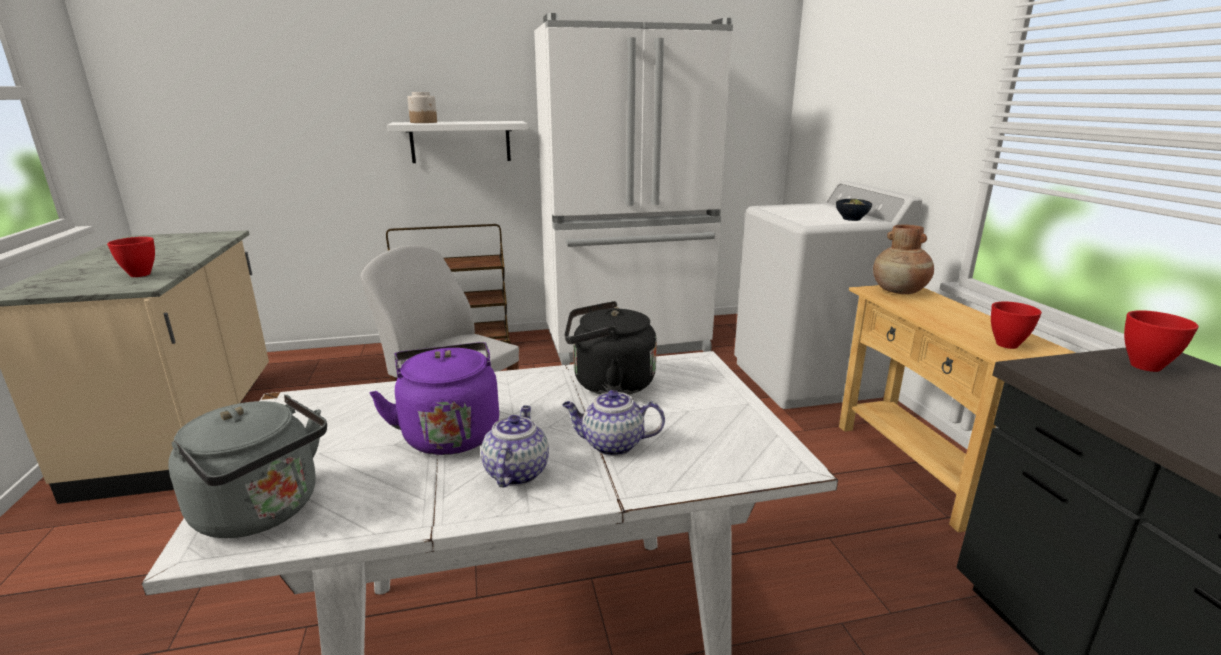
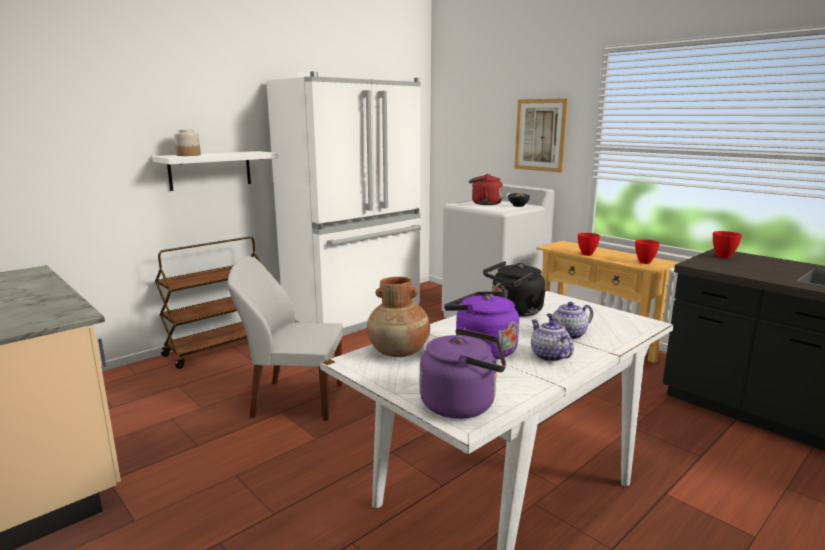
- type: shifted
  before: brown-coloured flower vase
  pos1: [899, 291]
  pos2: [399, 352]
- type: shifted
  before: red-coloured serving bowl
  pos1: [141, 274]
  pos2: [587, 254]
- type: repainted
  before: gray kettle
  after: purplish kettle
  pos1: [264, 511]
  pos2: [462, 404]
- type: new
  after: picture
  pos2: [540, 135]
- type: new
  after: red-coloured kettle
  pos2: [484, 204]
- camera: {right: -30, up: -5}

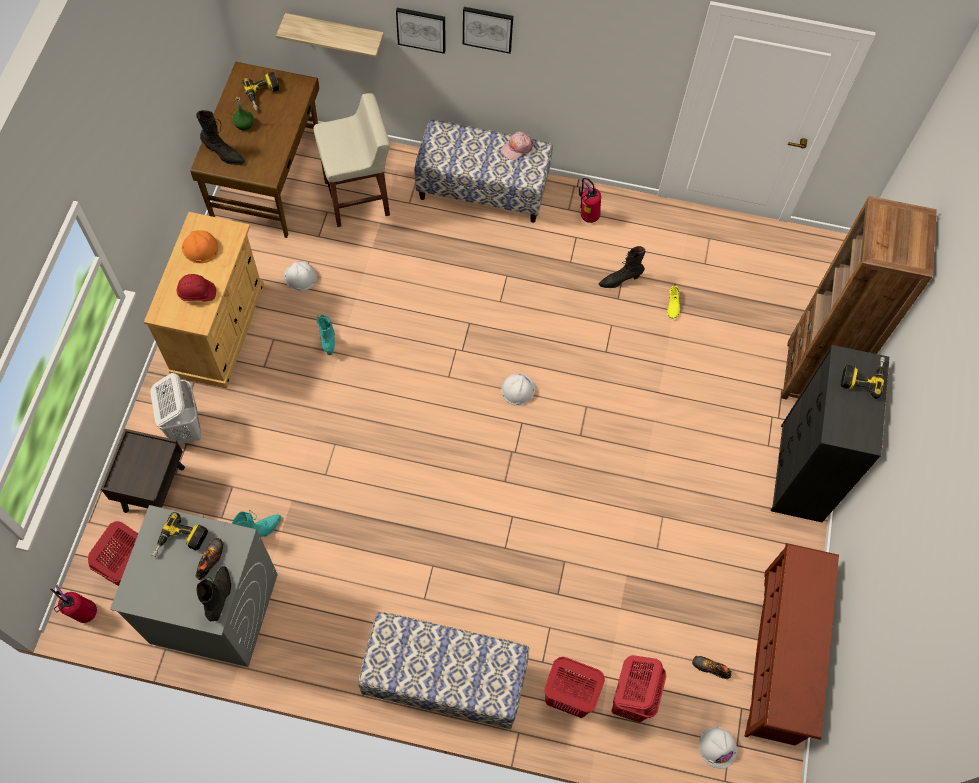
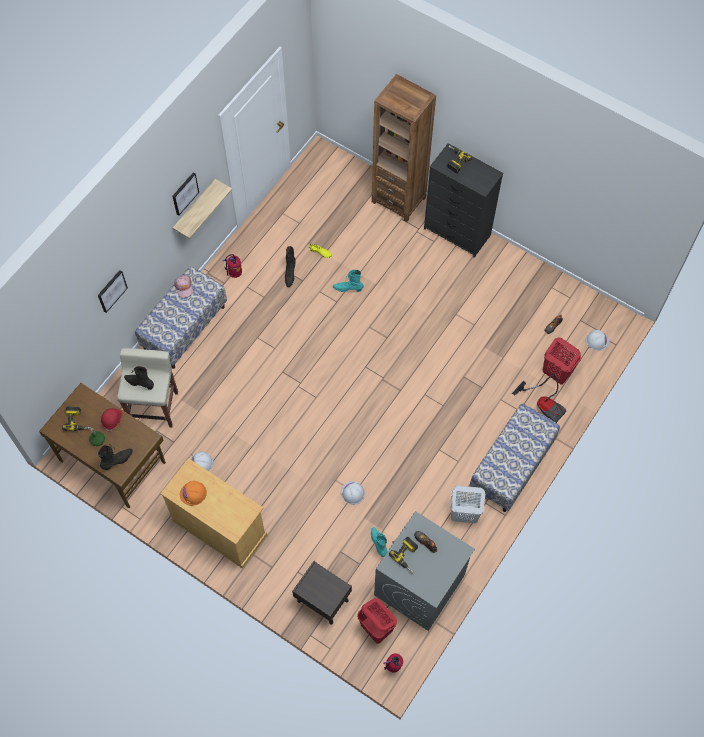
- type: shifted
  before: picture
  pos1: [488, 28]
  pos2: [184, 193]
- type: shifted
  before: shelf
  pos1: [335, 34]
  pos2: [195, 209]
- type: shifted
  before: red-coloured hard hat
  pos1: [197, 293]
  pos2: [112, 420]
- type: shifted
  before: blue-green high-top boot
  pos1: [328, 338]
  pos2: [348, 288]
- type: shifted
  before: white hamper
  pos1: [185, 428]
  pos2: [463, 514]
- type: shifted
  before: white hard hat
  pos1: [518, 389]
  pos2: [352, 493]
- type: gone
  before: brown-coloured shoe shelf
  pos1: [781, 658]
- type: shifted
  before: black-coloured high-top boot
  pos1: [220, 596]
  pos2: [140, 383]
- type: swapped
  before: red-coloured hamper
  after: vacuum cleaner
  pos1: [567, 697]
  pos2: [544, 405]
- camera: {right: -65, up: 0}

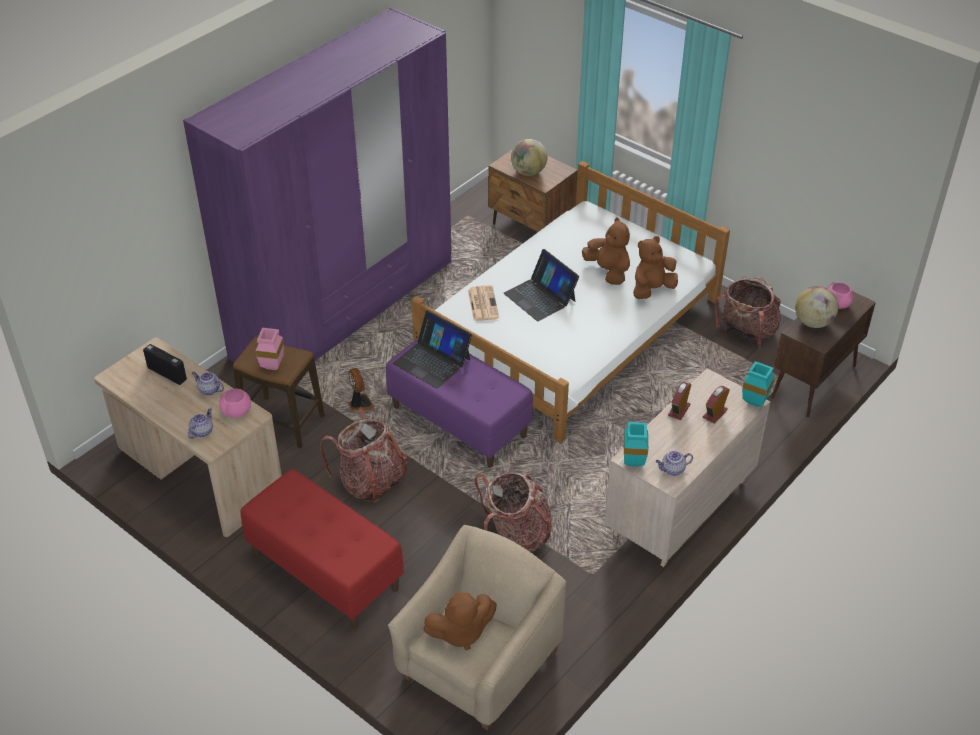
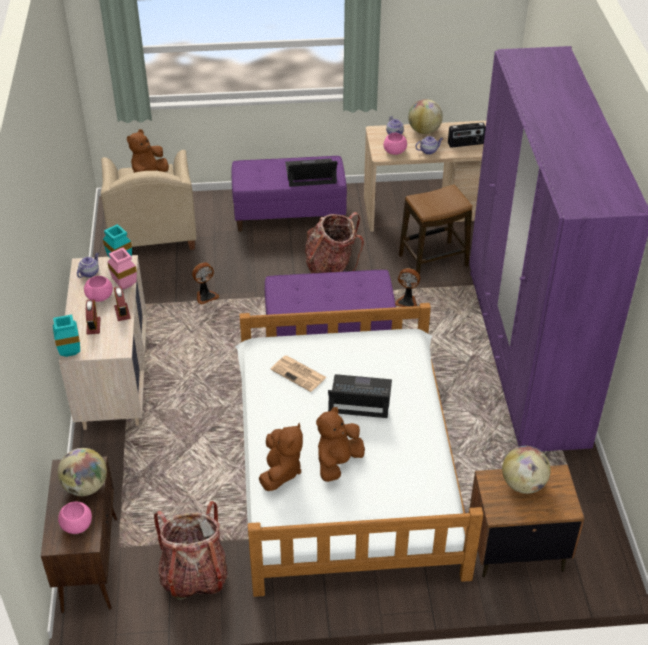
- type: rotated
  before: brown-coloured plush toy
  pos1: [608, 271]
  pos2: [338, 462]
  turn: 120
- type: shifted
  before: daily paper
  pos1: [482, 303]
  pos2: [299, 374]
- type: shifted
  before: portable computer
  pos1: [432, 361]
  pos2: [310, 173]
- type: shifted
  before: pink flower vase
  pos1: [273, 367]
  pos2: [123, 285]
- type: repainted
  before: red-coloured indoor bench
  after: purplish indoor bench
  pos1: [324, 570]
  pos2: [289, 214]
- type: swapped
  before: backpack
  after: cooling fan
  pos1: [516, 534]
  pos2: [205, 296]
- type: new
  after: desk globe
  pos2: [424, 131]
- type: new
  after: pink serving bowl
  pos2: [100, 297]
- camera: {right: 135, up: 0}

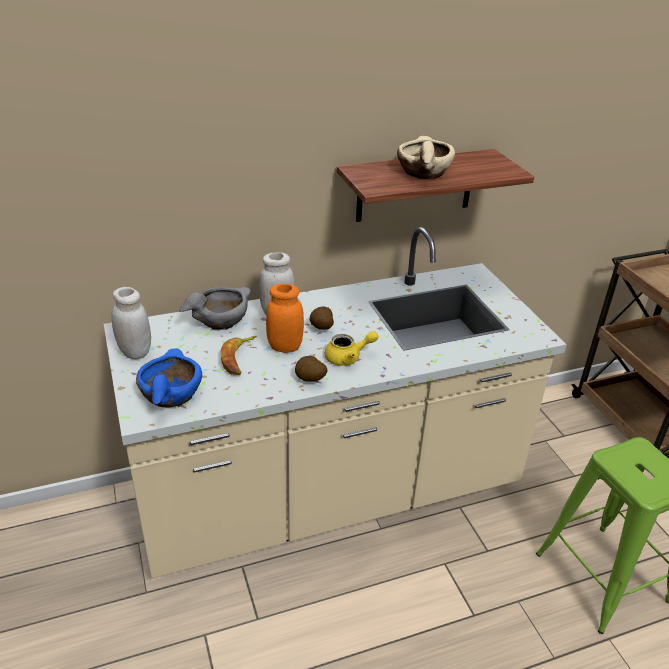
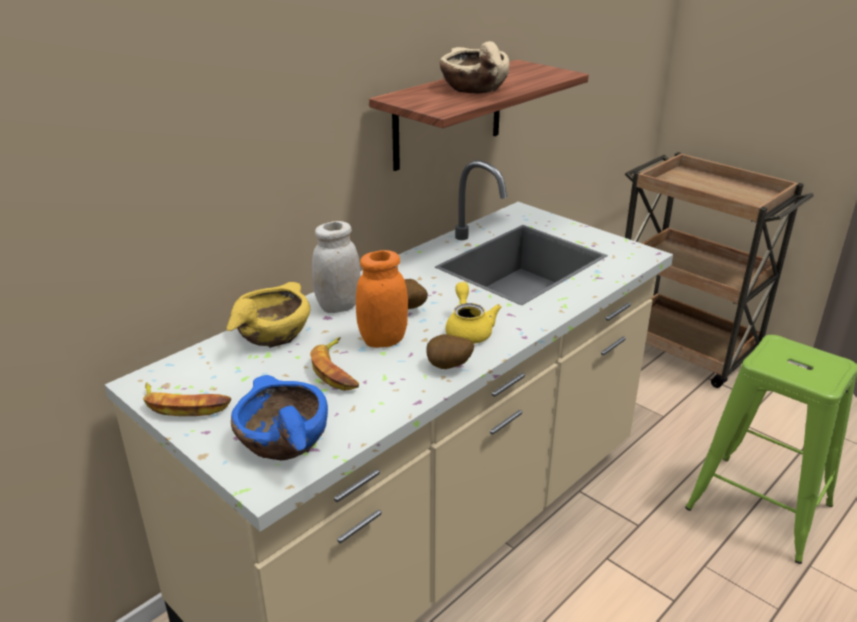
- type: swapped
  before: white storage jar
  after: whole banana
  pos1: [135, 352]
  pos2: [185, 405]
- type: repainted
  before: gray serving bowl
  after: yellowish serving bowl
  pos1: [221, 319]
  pos2: [272, 333]
- type: rotated
  before: yellowish teapot
  pos1: [348, 357]
  pos2: [468, 330]
  turn: -60
- camera: {right: -25, up: -5}

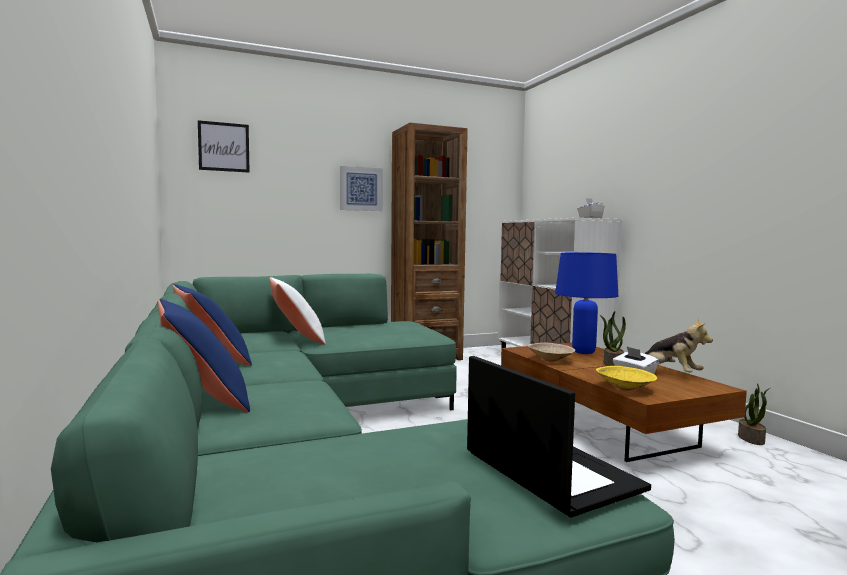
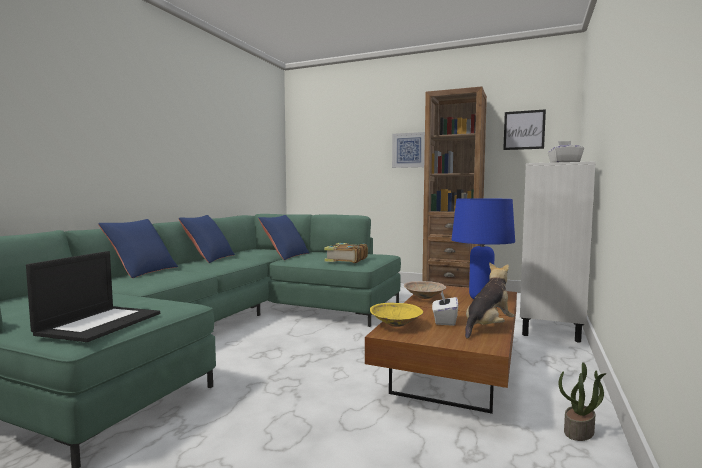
- type: shifted
  before: picture
  pos1: [224, 147]
  pos2: [524, 130]
- type: repainted
  before: white throw pillow
  after: blue-coloured throw pillow
  pos1: [296, 339]
  pos2: [285, 256]
- type: gone
  before: houseplant
  pos1: [612, 364]
- type: rotated
  before: plush toy
  pos1: [669, 374]
  pos2: [487, 327]
  turn: -135
- type: new
  after: volume
  pos2: [345, 260]
- camera: {right: 45, up: 0}

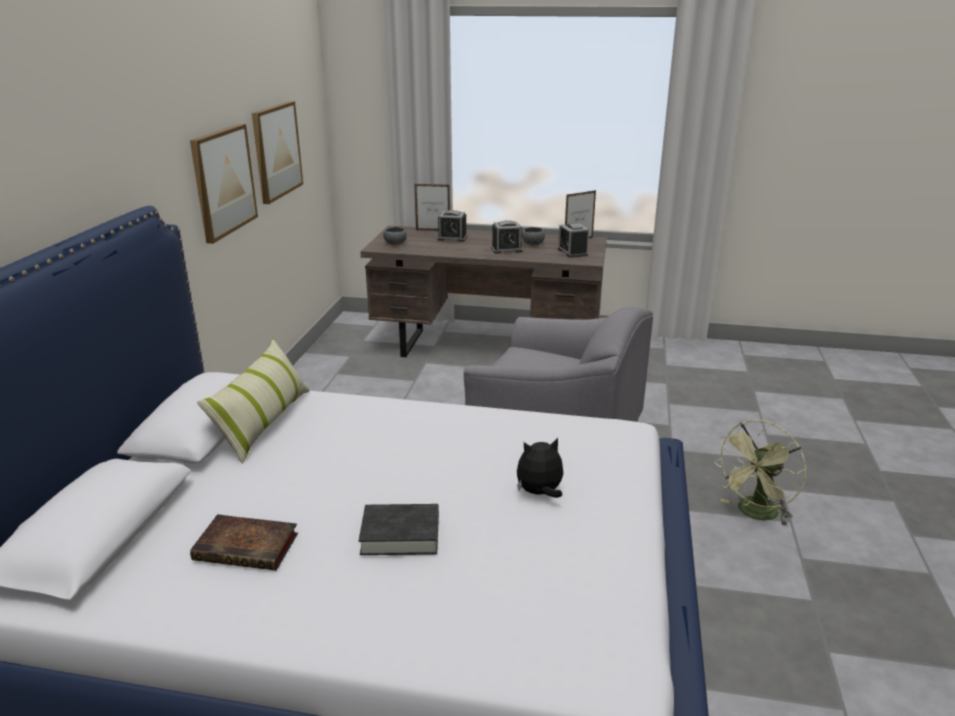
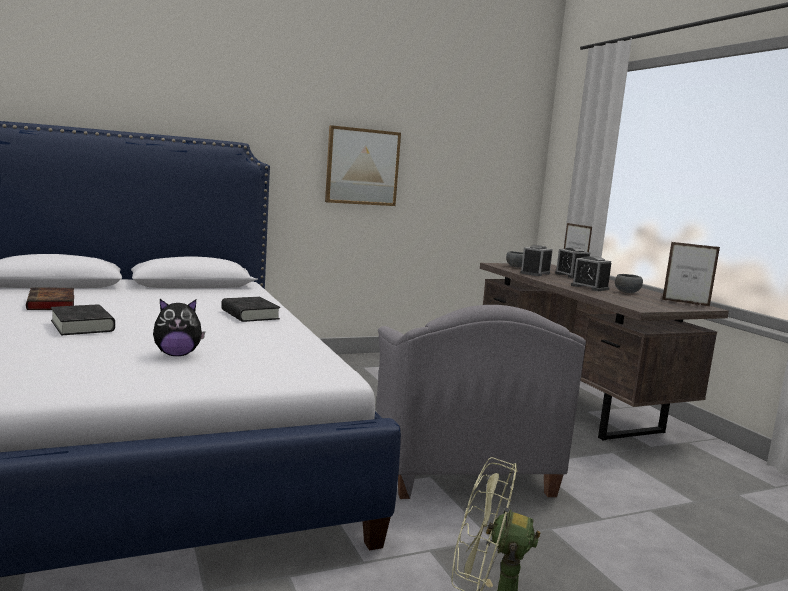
- type: gone
  before: picture
  pos1: [276, 151]
- type: shifted
  before: table clock
  pos1: [572, 252]
  pos2: [535, 273]
- type: gone
  before: throw pillow
  pos1: [264, 422]
- type: rotated
  before: plush toy
  pos1: [540, 493]
  pos2: [177, 354]
  turn: 120
- type: new
  after: black-coloured volume
  pos2: [250, 314]
- camera: {right: 55, up: -15}

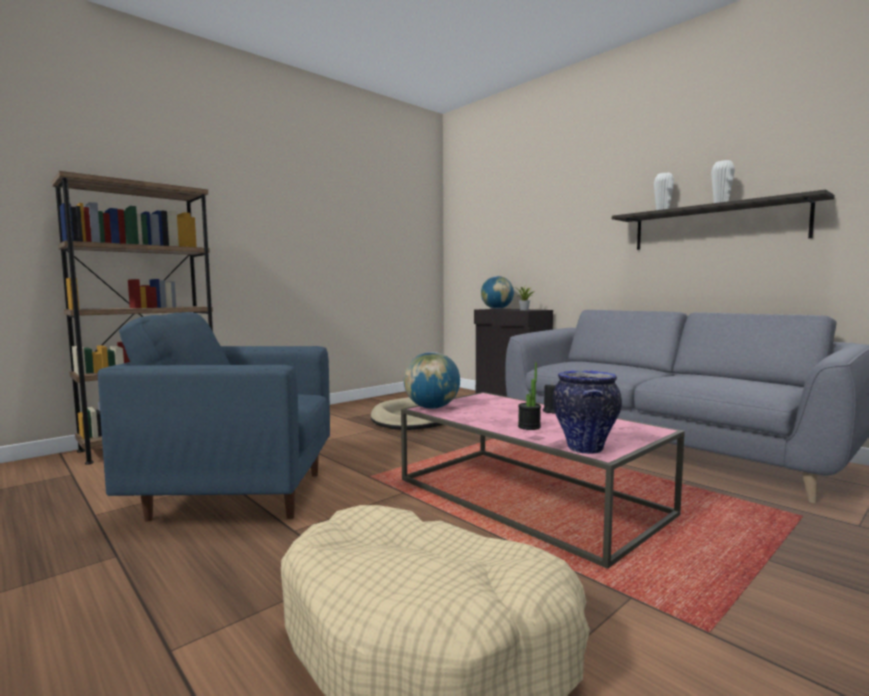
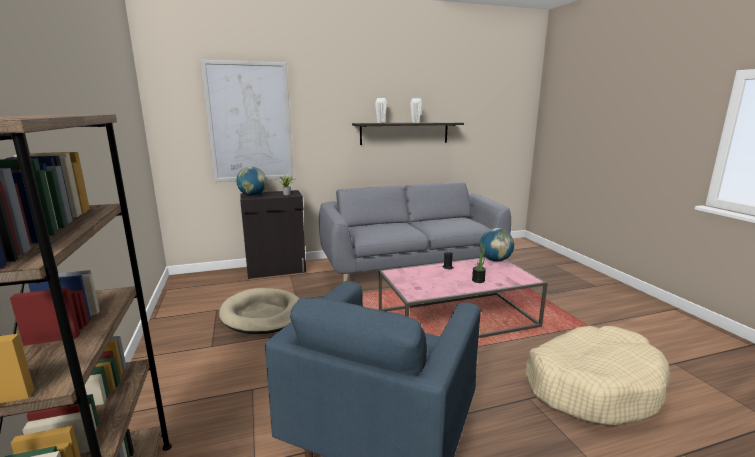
- type: shifted
  before: desk globe
  pos1: [432, 408]
  pos2: [495, 260]
- type: gone
  before: flower vase
  pos1: [584, 448]
- type: new
  after: picture
  pos2: [249, 122]
- camera: {right: -65, up: 10}

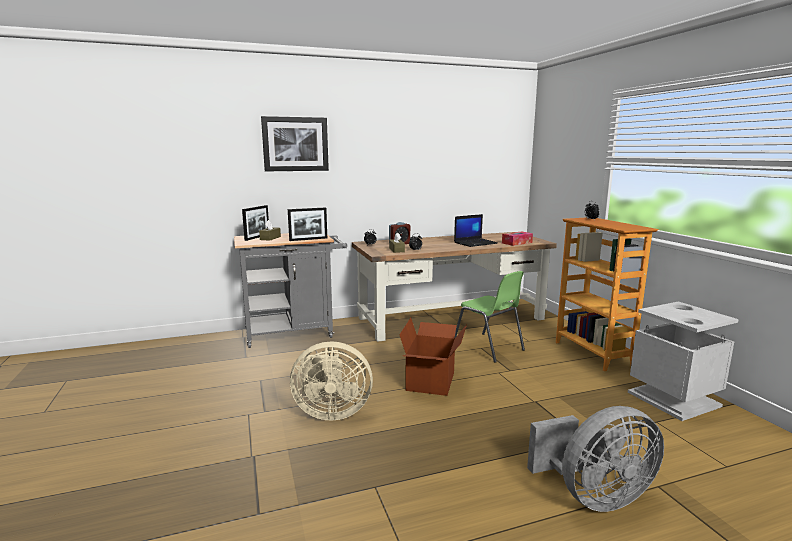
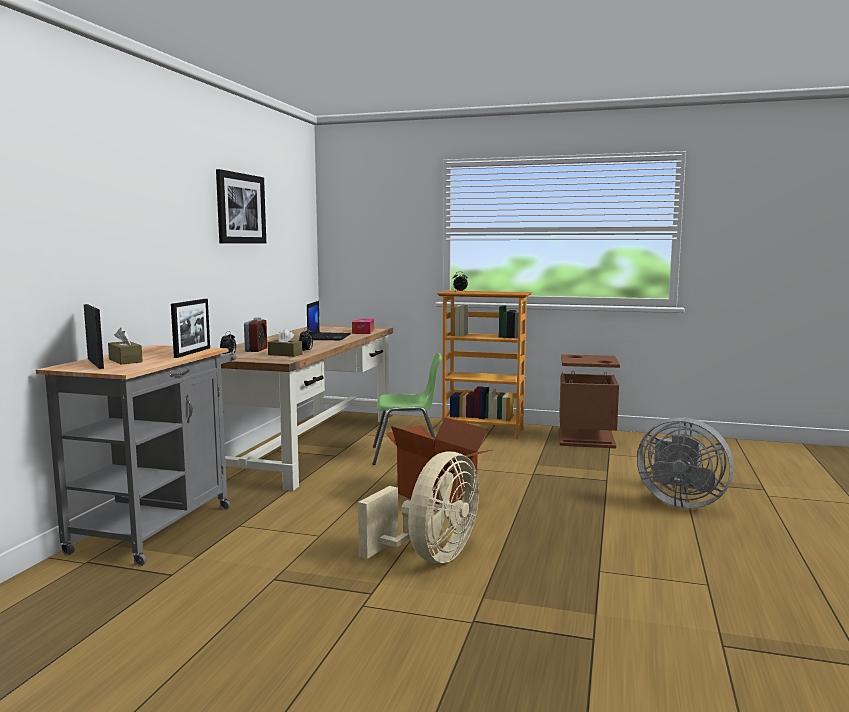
- type: shifted
  before: picture
  pos1: [295, 144]
  pos2: [240, 208]
- type: repainted
  before: gray trash can
  after: brown-coloured trash can
  pos1: [673, 399]
  pos2: [585, 439]
- type: rotated
  before: gray cooling fan
  pos1: [594, 496]
  pos2: [680, 502]
  turn: 105
- camera: {right: -55, up: -5}

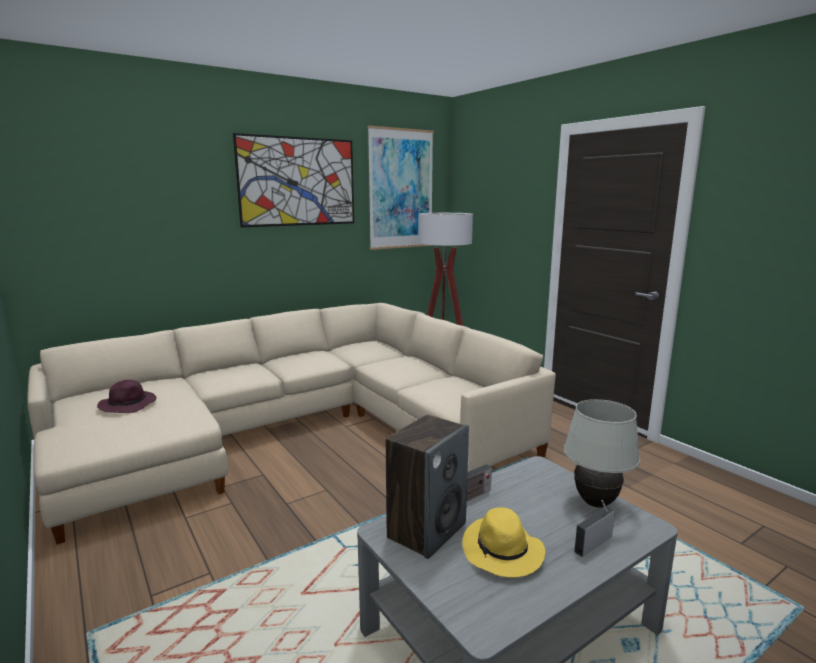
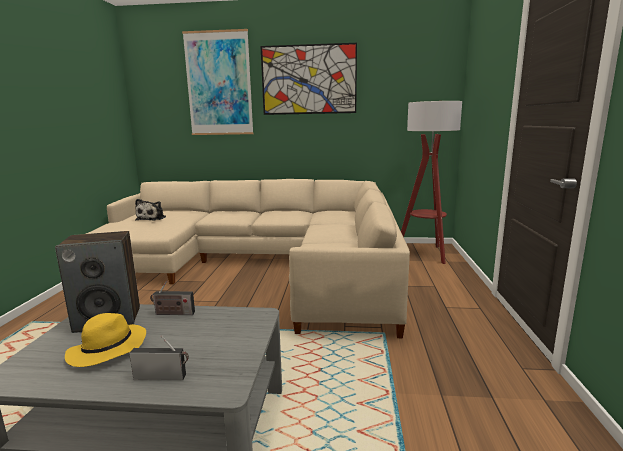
- type: shifted
  before: picture
  pos1: [401, 189]
  pos2: [219, 84]
- type: swapped
  before: purplish clothing hat
  after: plush toy
  pos1: [129, 405]
  pos2: [152, 218]
- type: gone
  before: white lamp for a table
  pos1: [596, 503]
- camera: {right: 40, up: 0}

